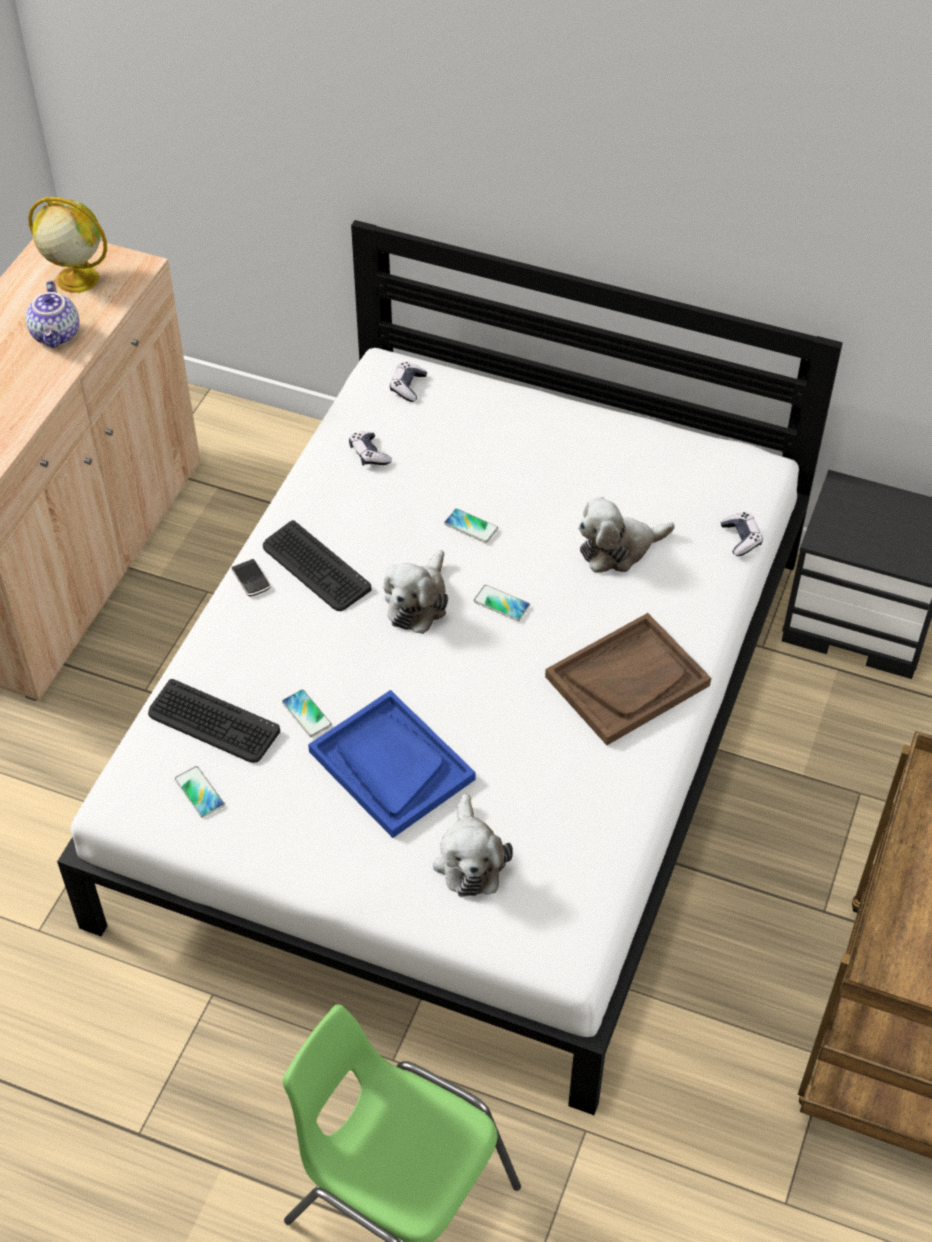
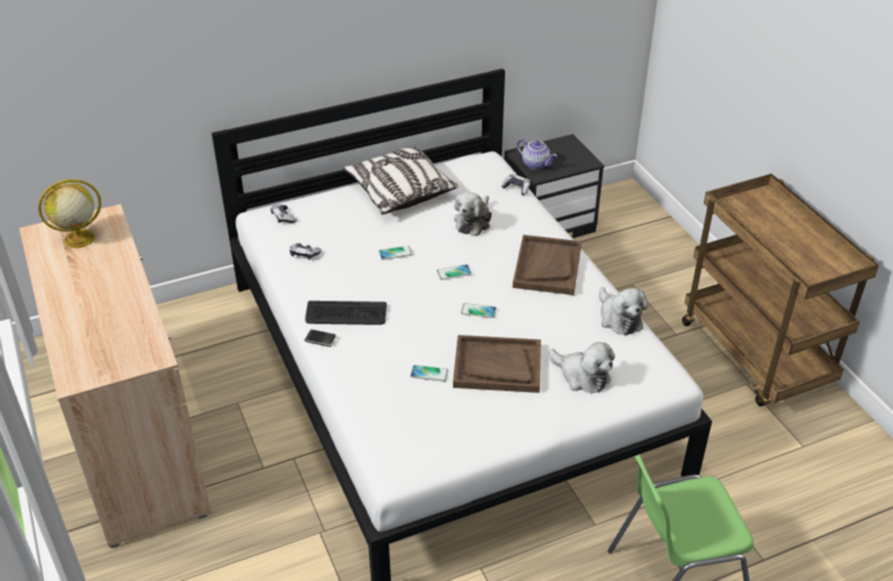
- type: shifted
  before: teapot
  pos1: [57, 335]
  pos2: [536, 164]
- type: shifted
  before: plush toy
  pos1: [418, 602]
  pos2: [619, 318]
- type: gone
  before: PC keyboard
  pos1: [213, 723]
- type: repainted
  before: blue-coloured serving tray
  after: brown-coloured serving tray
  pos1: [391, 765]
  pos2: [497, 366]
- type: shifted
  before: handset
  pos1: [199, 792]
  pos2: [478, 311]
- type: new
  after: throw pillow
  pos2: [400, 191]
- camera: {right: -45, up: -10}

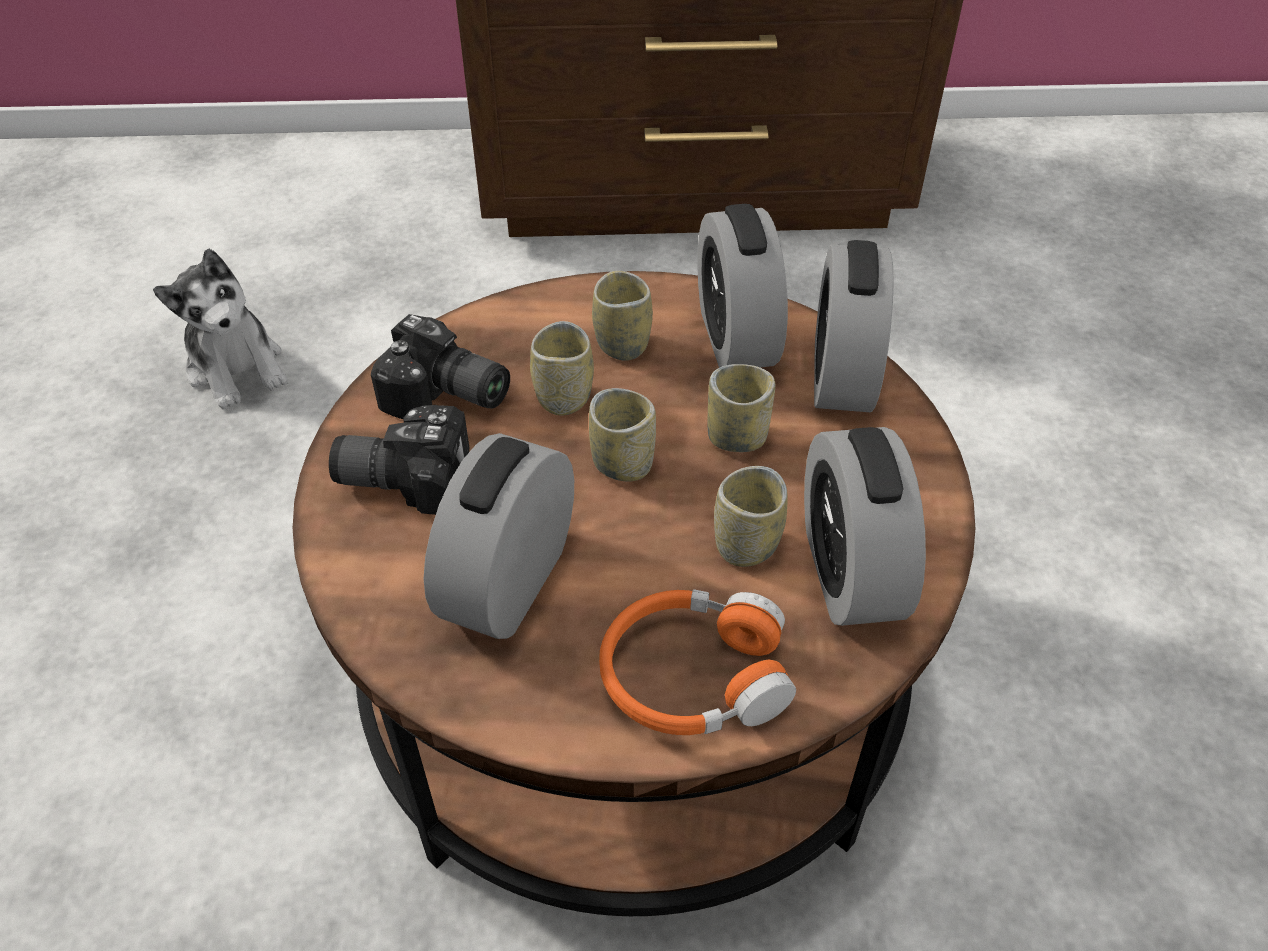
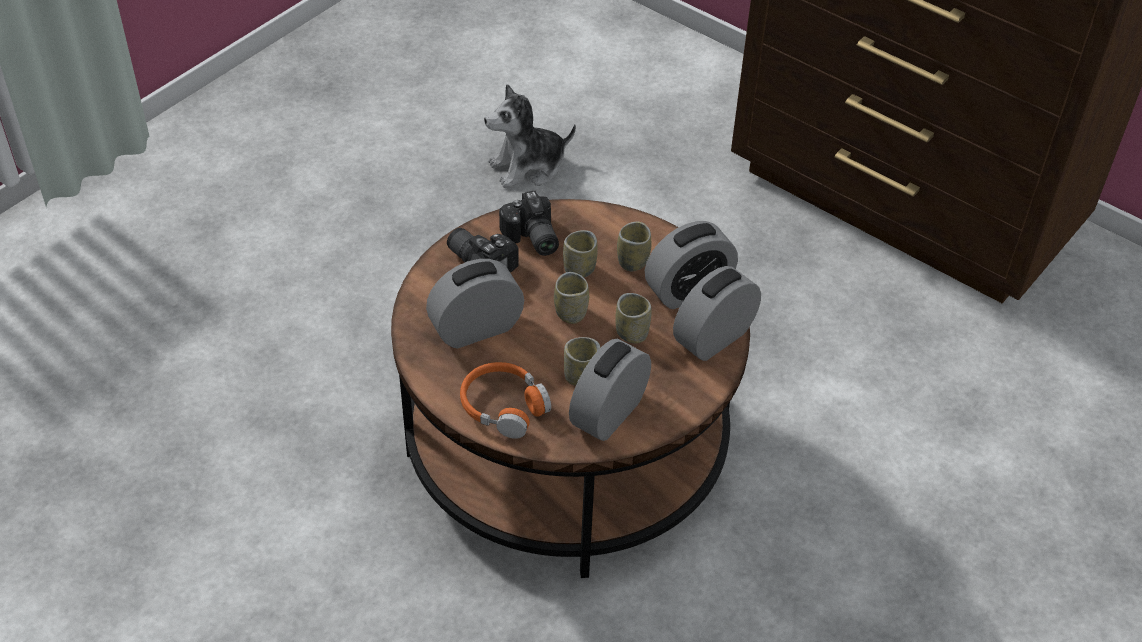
- type: rotated
  before: table clock
  pos1: [736, 337]
  pos2: [688, 290]
  turn: -150
- type: rotated
  before: plush toy
  pos1: [237, 368]
  pos2: [528, 167]
  turn: 60
- camera: {right: 40, up: 0}

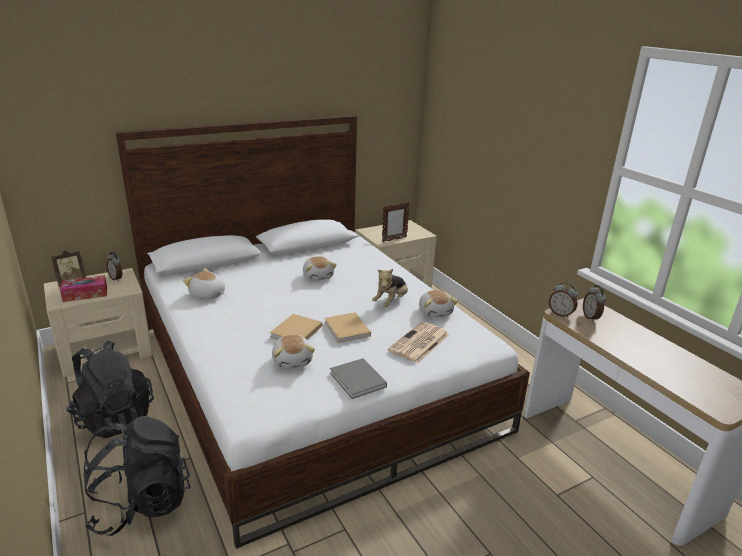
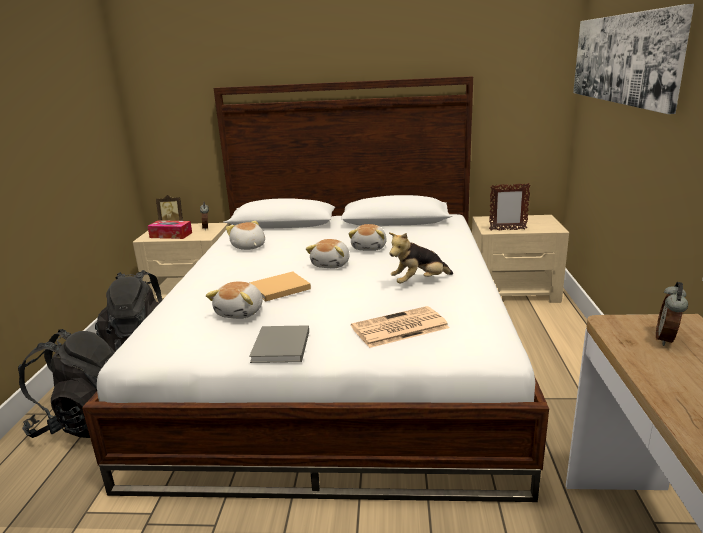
- type: gone
  before: table clock
  pos1: [560, 314]
- type: shifted
  before: plush toy
  pos1: [435, 312]
  pos2: [331, 264]
- type: gone
  before: sand-coloured volume
  pos1: [347, 330]
- type: new
  after: picture
  pos2: [622, 58]
- camera: {right: 35, up: -5}

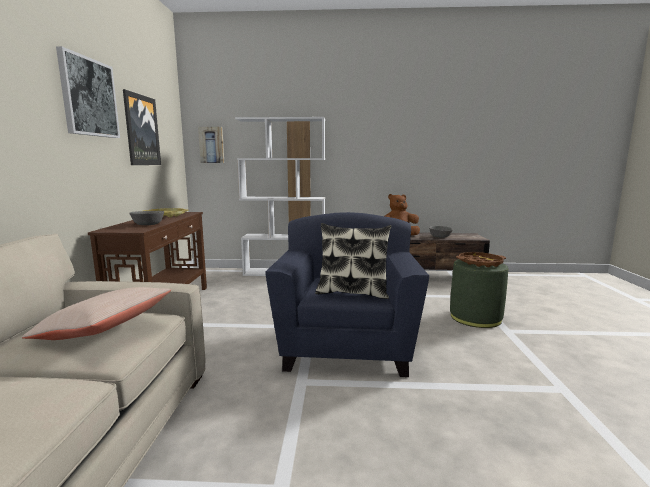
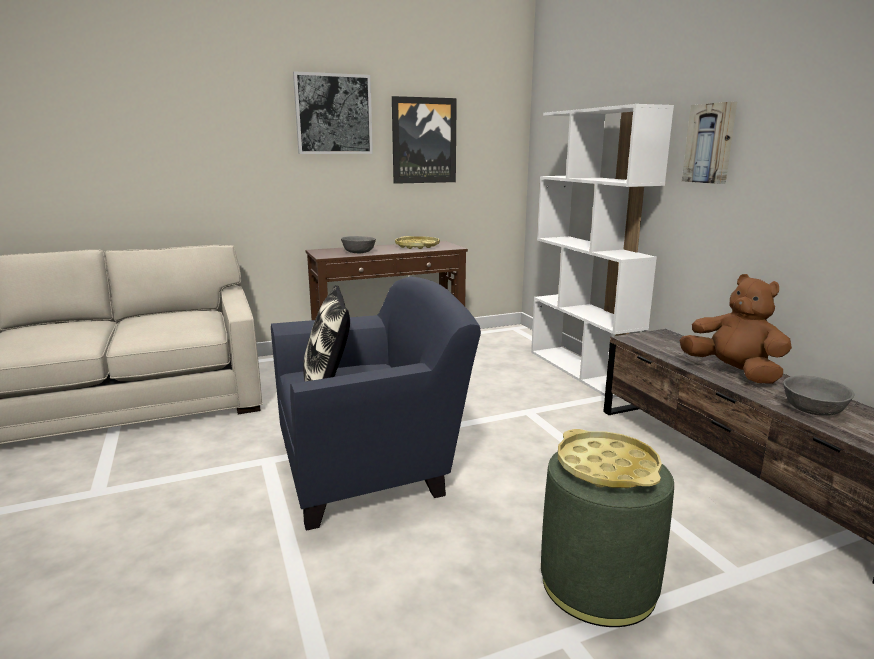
- type: shifted
  before: picture
  pos1: [212, 145]
  pos2: [710, 143]
- type: repainted
  before: brown-coloured serving tray
  after: yellowish serving tray
  pos1: [480, 263]
  pos2: [607, 467]
- type: gone
  before: sand-coloured throw pillow
  pos1: [104, 330]
- camera: {right: 65, up: 5}

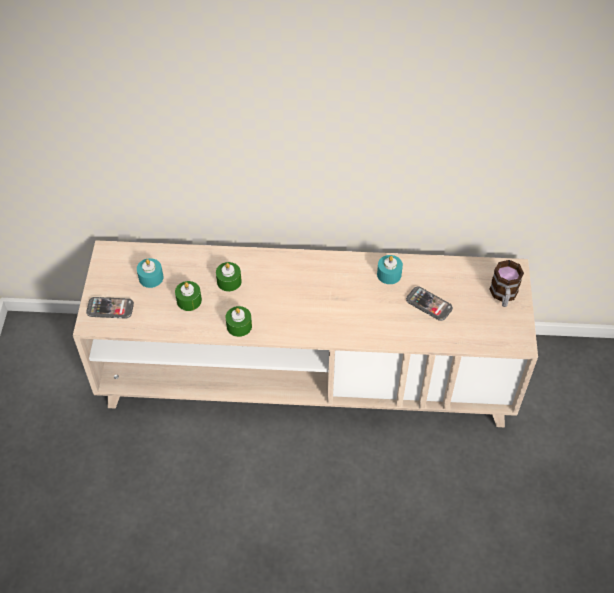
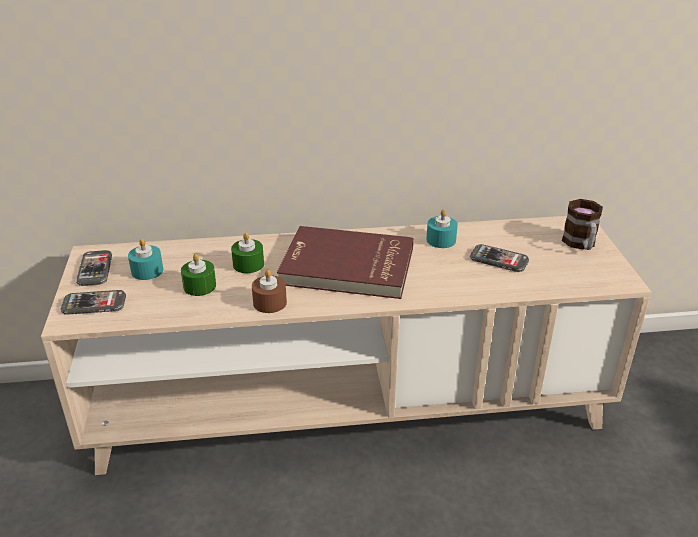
- type: repainted
  before: green-coloured candle
  after: brown-coloured candle
  pos1: [239, 326]
  pos2: [270, 303]
- type: new
  after: red-coloured volume
  pos2: [347, 267]
- type: new
  after: handset
  pos2: [95, 269]
- camera: {right: -10, up: -20}

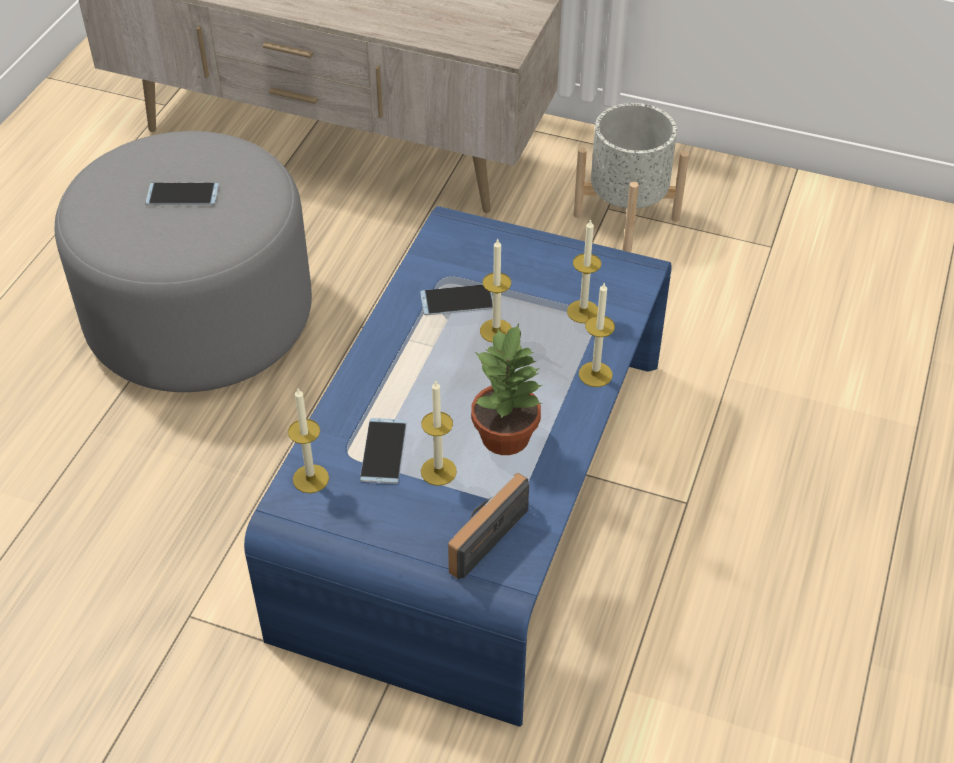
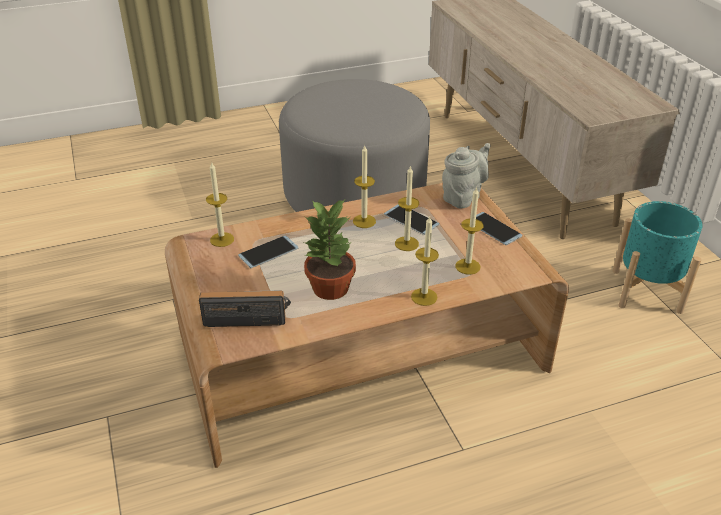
- type: repainted
  before: gray planter
  after: blue-green planter
  pos1: [626, 216]
  pos2: [646, 290]
- type: shifted
  before: handset
  pos1: [182, 194]
  pos2: [494, 229]
- type: repainted
  before: blue-coloured lounge table
  after: brown-coloured lounge table
  pos1: [477, 493]
  pos2: [360, 352]
- type: shifted
  before: candle
  pos1: [438, 471]
  pos2: [364, 221]
- type: new
  after: gray teapot
  pos2: [463, 197]
- camera: {right: 50, up: -10}

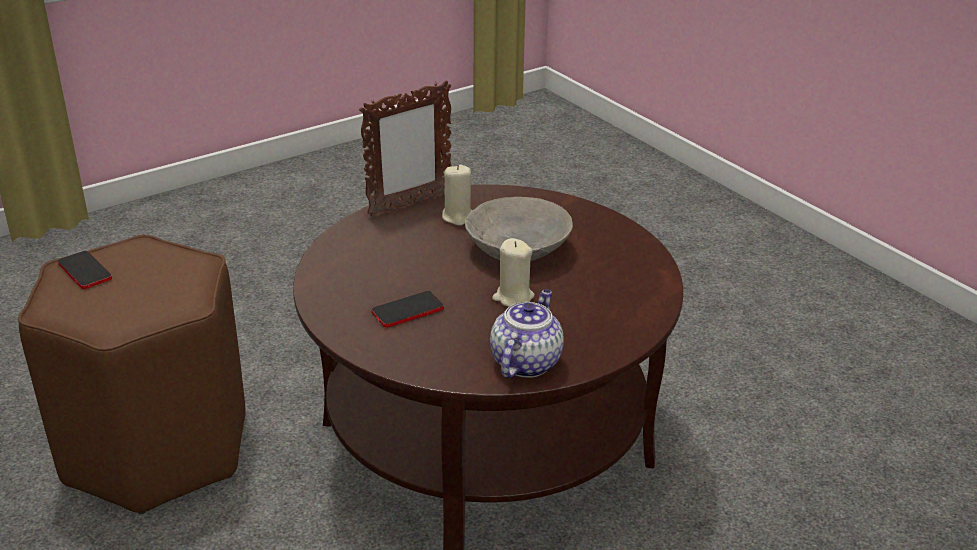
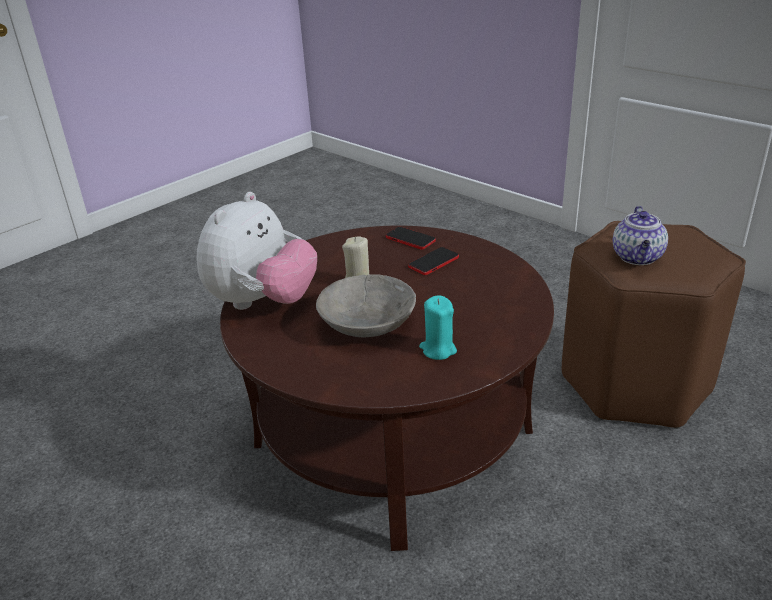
- type: gone
  before: picture frame
  pos1: [409, 204]
- type: repainted
  before: sand-coloured candle
  after: blue-green candle
  pos1: [458, 217]
  pos2: [438, 349]
- type: shifted
  before: handset
  pos1: [85, 271]
  pos2: [410, 239]
- type: shifted
  before: teapot
  pos1: [525, 362]
  pos2: [638, 258]
- type: new
  after: plush toy
  pos2: [263, 302]
- camera: {right: 170, up: 0}

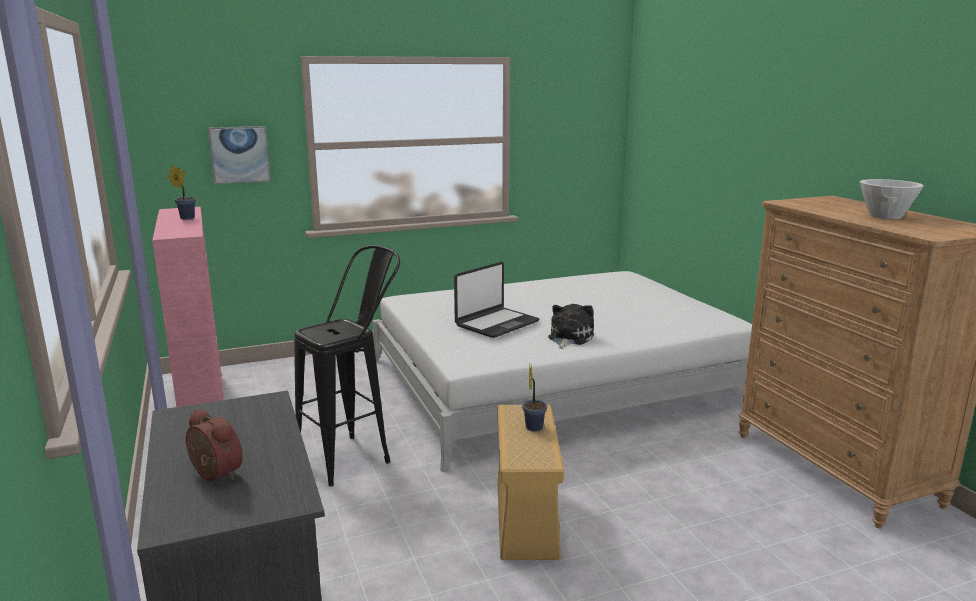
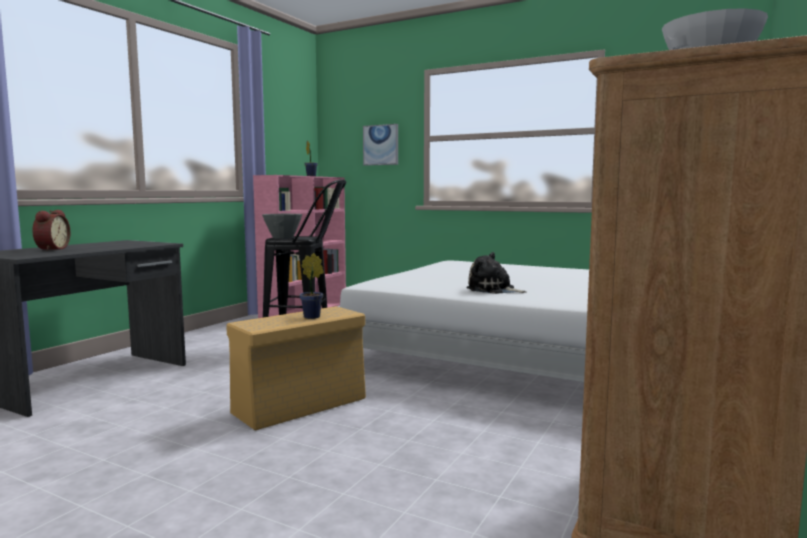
- type: gone
  before: portable computer
  pos1: [496, 323]
- type: rotated
  before: plush toy
  pos1: [569, 338]
  pos2: [493, 290]
  turn: -135
- type: new
  after: gray serving bowl
  pos2: [283, 237]
- camera: {right: 50, up: -10}

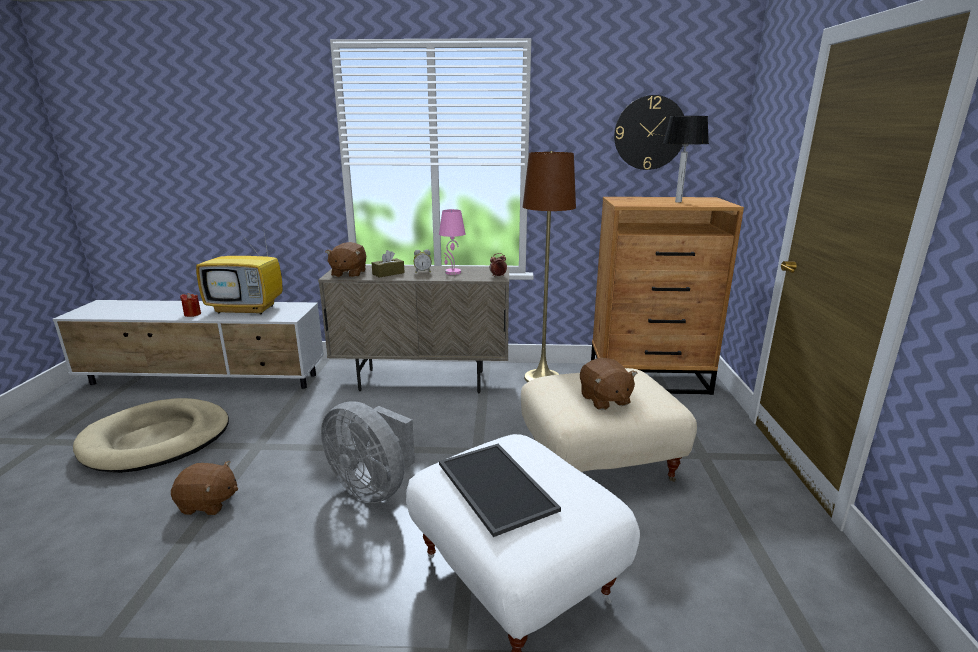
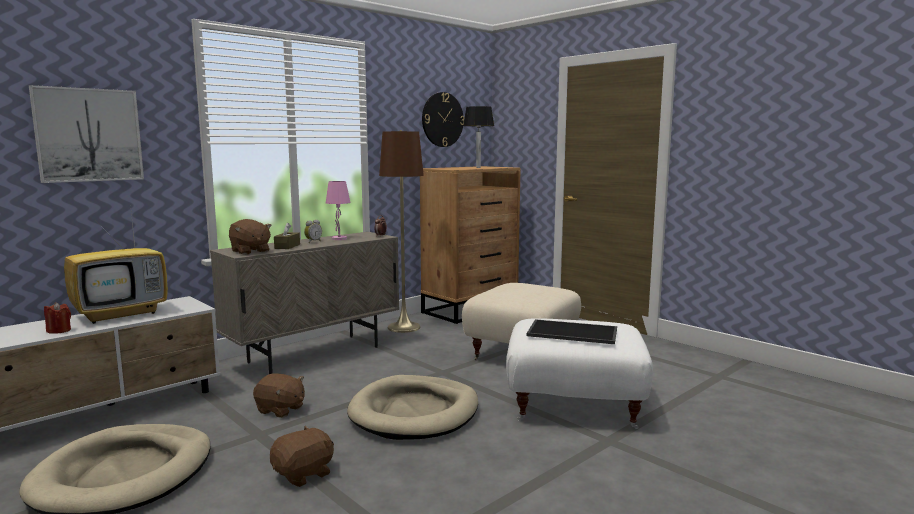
- type: shifted
  before: brown-coloured plush toy
  pos1: [604, 400]
  pos2: [280, 410]
- type: swapped
  before: gray cooling fan
  after: sand-coloured dog cushion
  pos1: [373, 487]
  pos2: [415, 412]
- type: new
  after: picture
  pos2: [88, 135]
- camera: {right: -45, up: -10}

